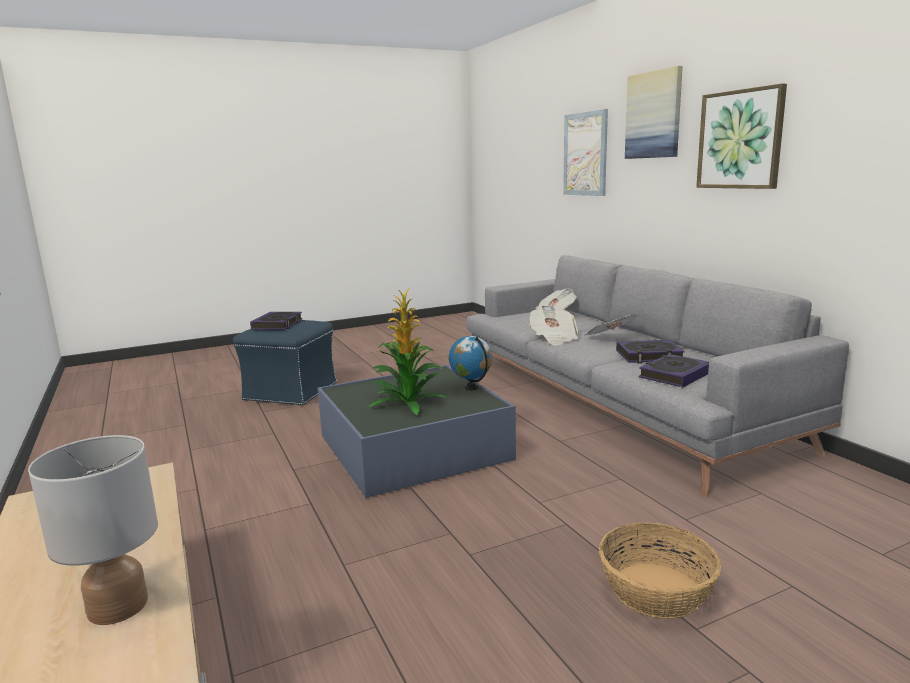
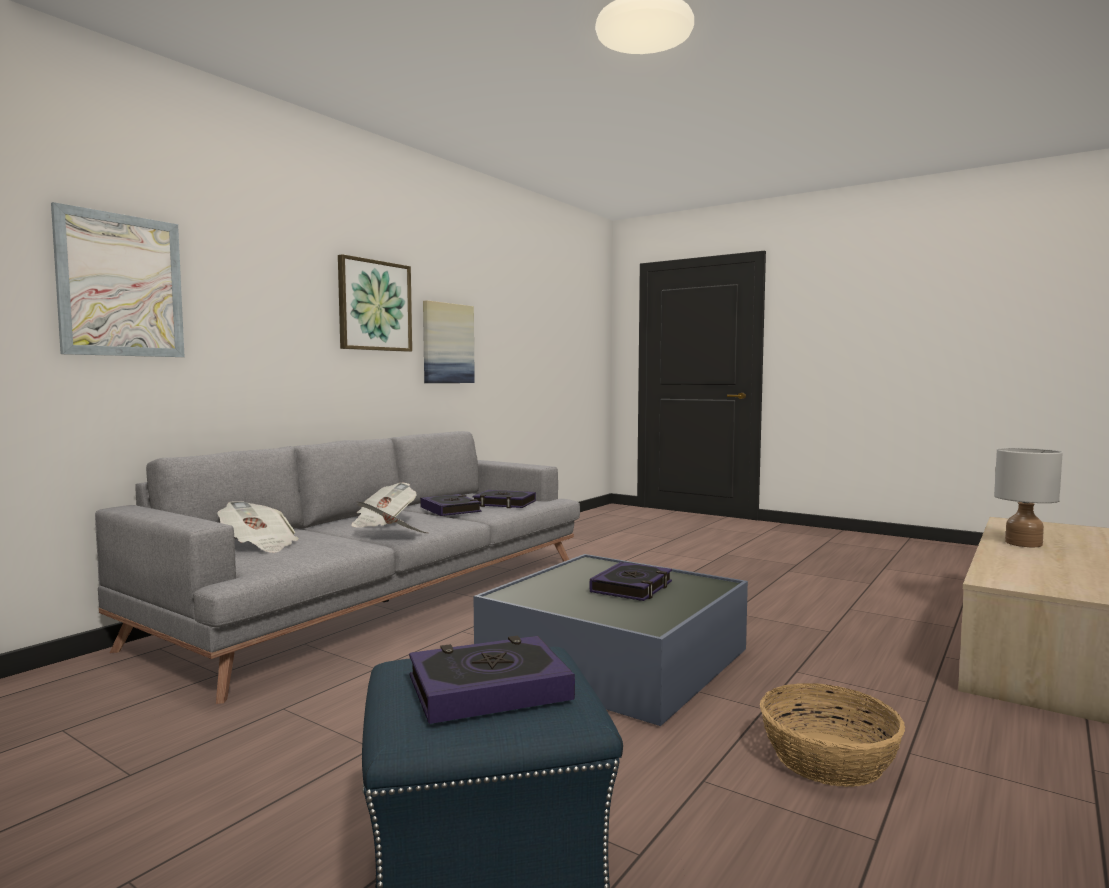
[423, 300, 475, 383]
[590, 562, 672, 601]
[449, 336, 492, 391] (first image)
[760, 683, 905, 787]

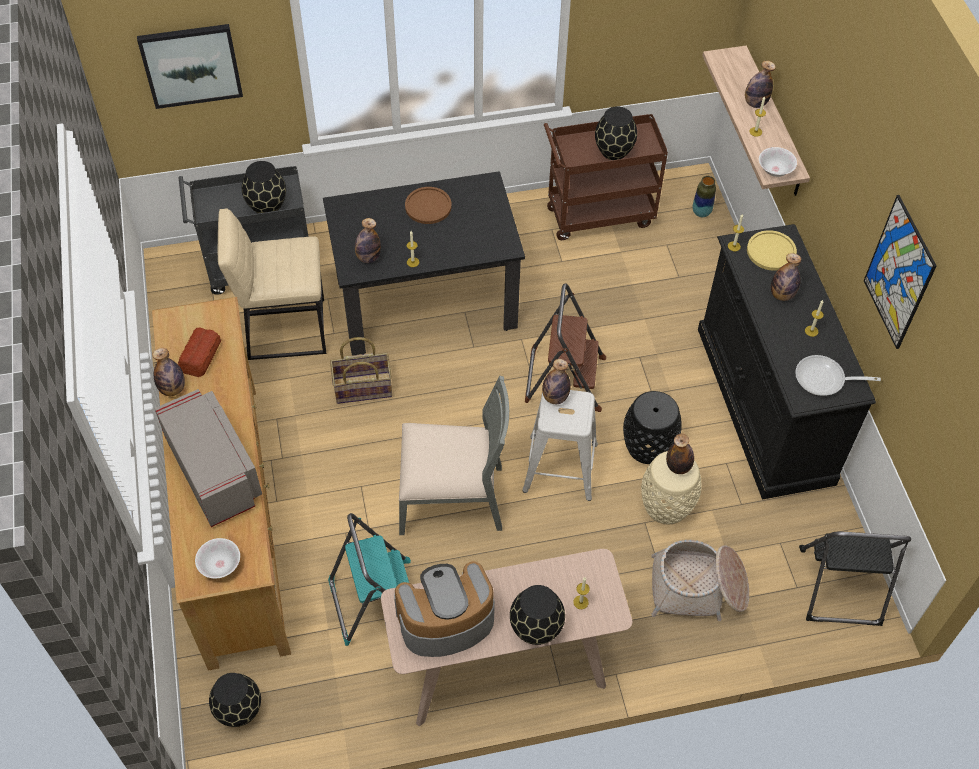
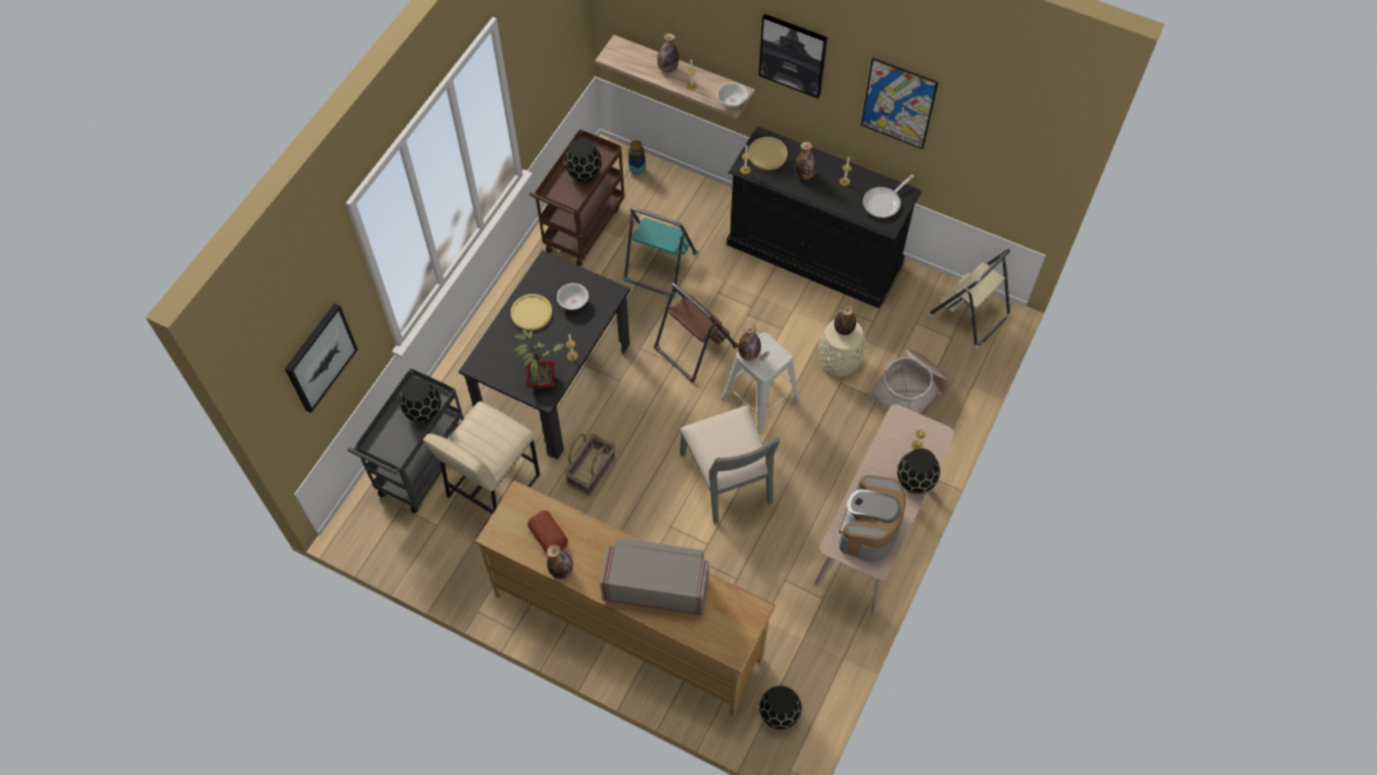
[511, 294, 552, 331]
[514, 329, 567, 388]
[680, 405, 780, 524]
[623, 391, 682, 464] (first image)
[624, 208, 698, 298]
[926, 249, 1011, 350]
[557, 283, 589, 310]
[759, 14, 827, 98]

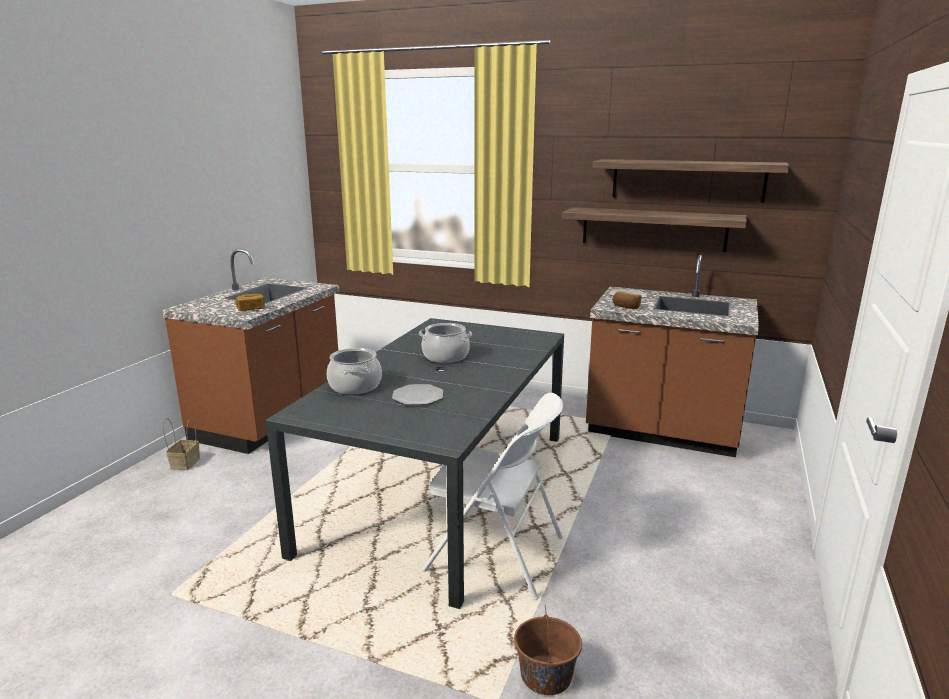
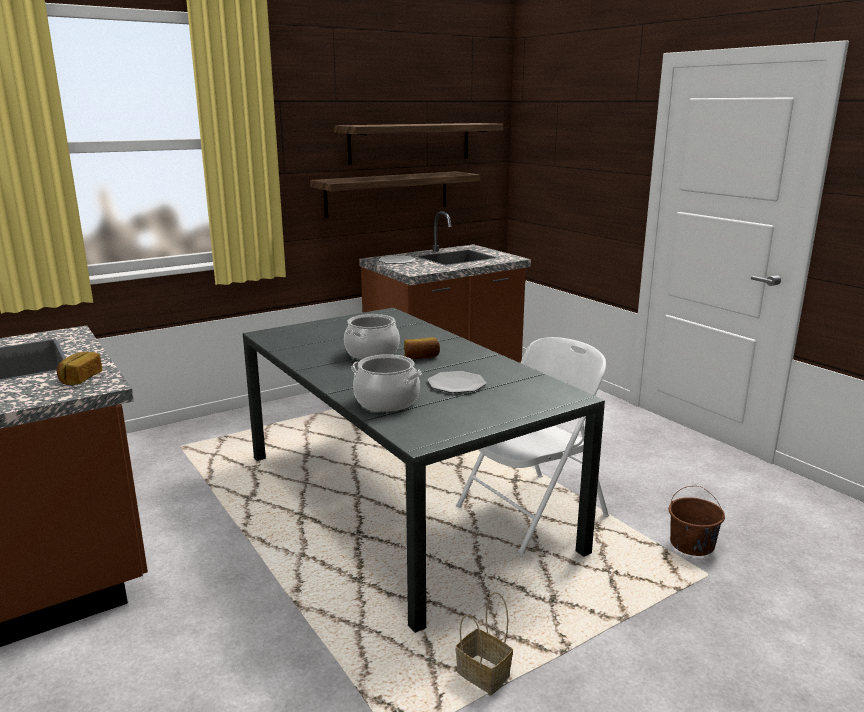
[404, 337, 440, 359]
[456, 592, 513, 695]

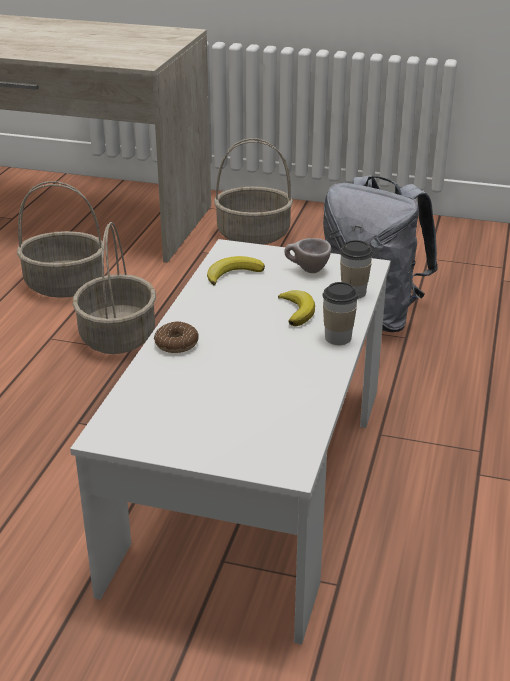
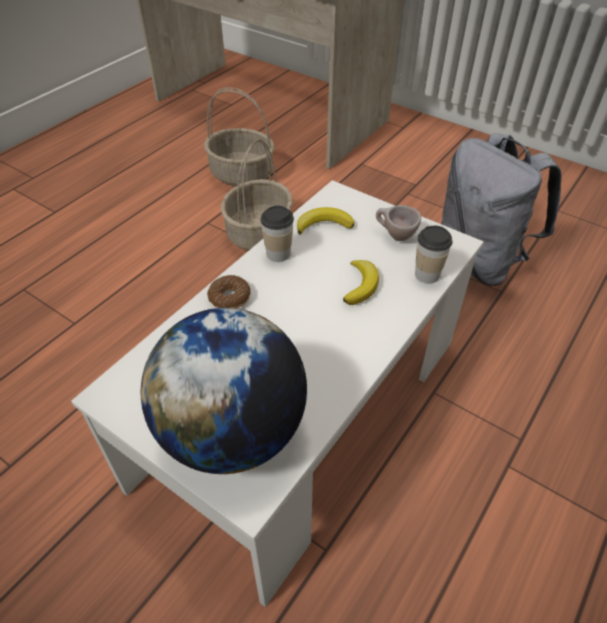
[214, 138, 293, 245] (first image)
[260, 206, 294, 262]
[141, 308, 307, 474]

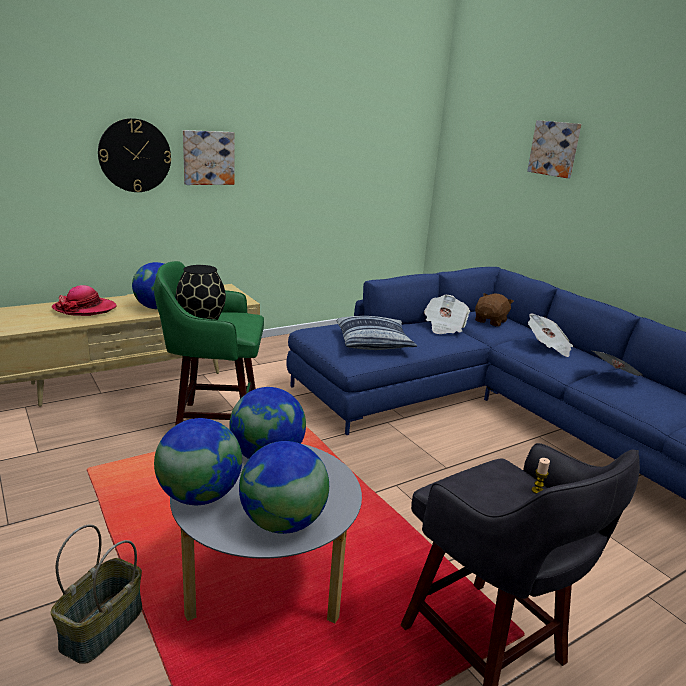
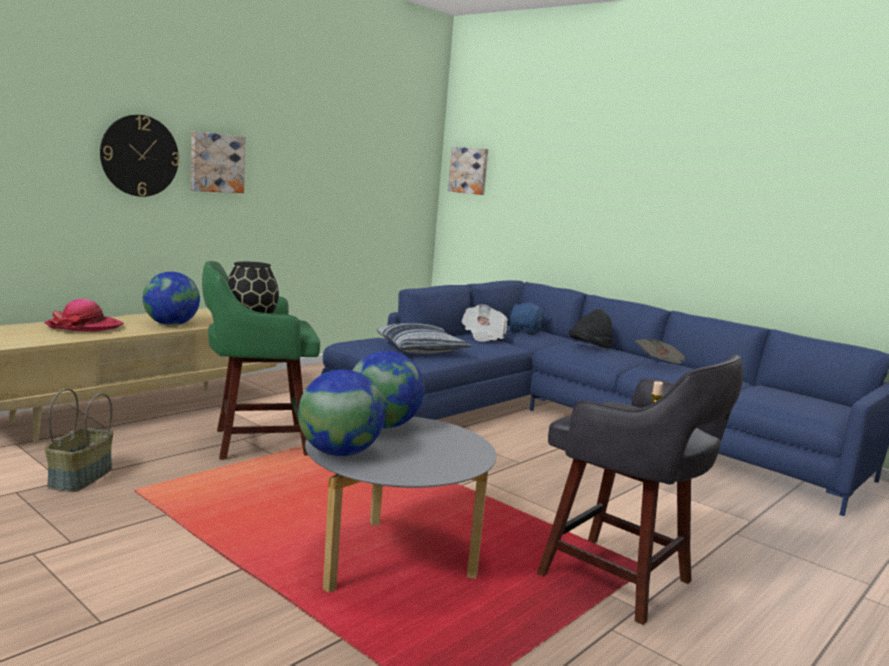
[448, 147, 488, 195]
[510, 303, 547, 335]
[569, 309, 613, 349]
[239, 441, 329, 534] (first image)
[45, 388, 113, 492]

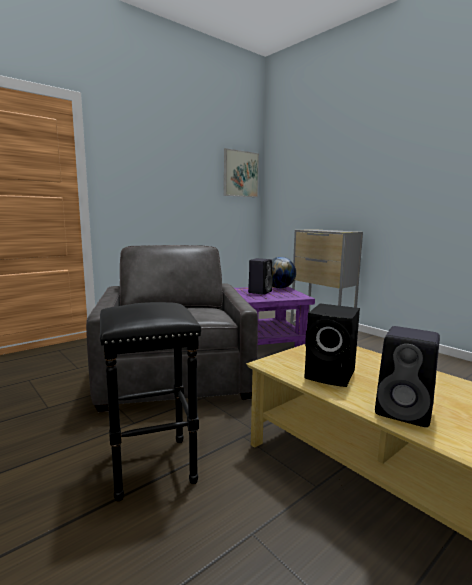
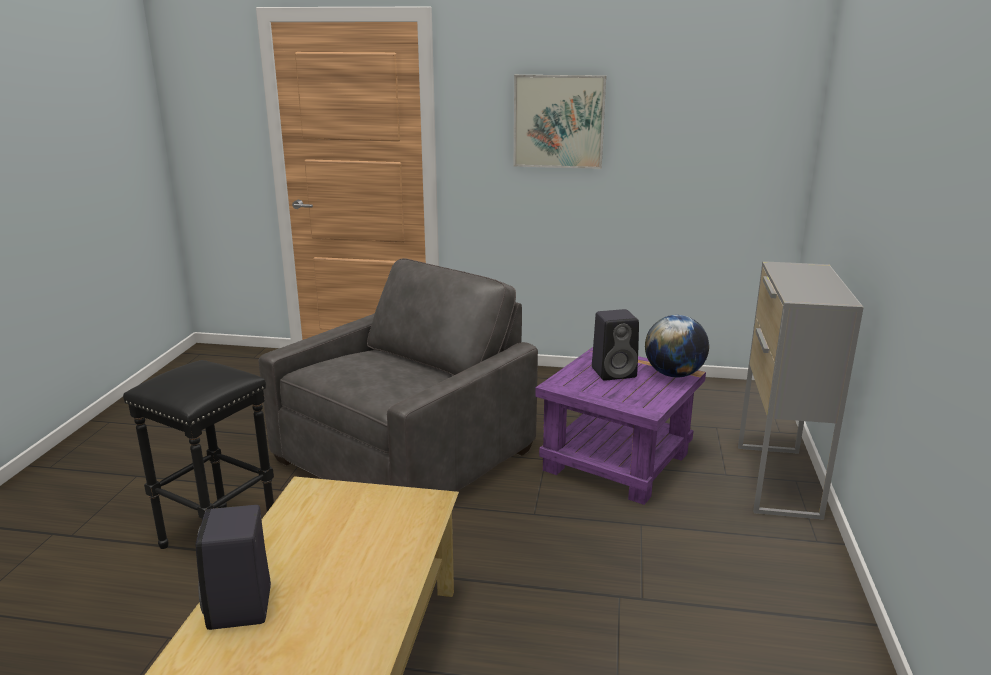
[514, 75, 606, 169]
[304, 303, 360, 387] (first image)

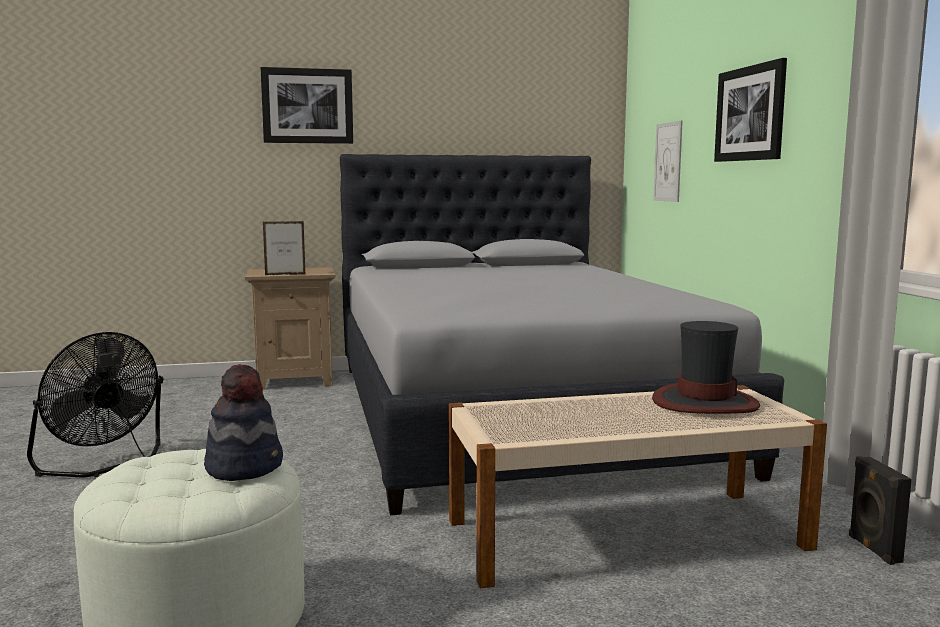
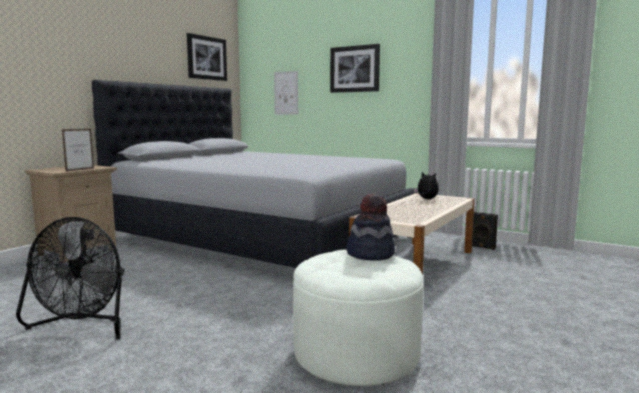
[187, 33, 227, 81]
[414, 172, 439, 199]
[16, 217, 125, 340]

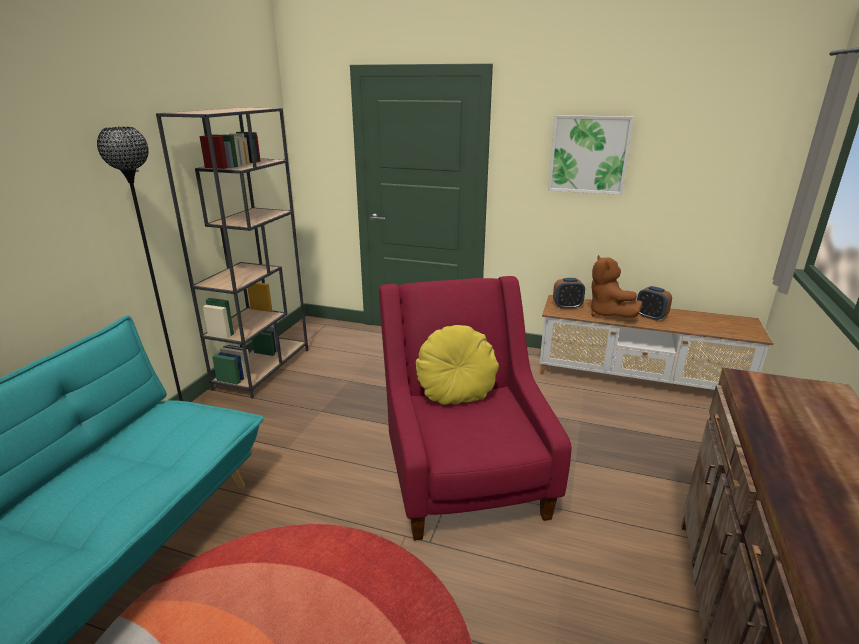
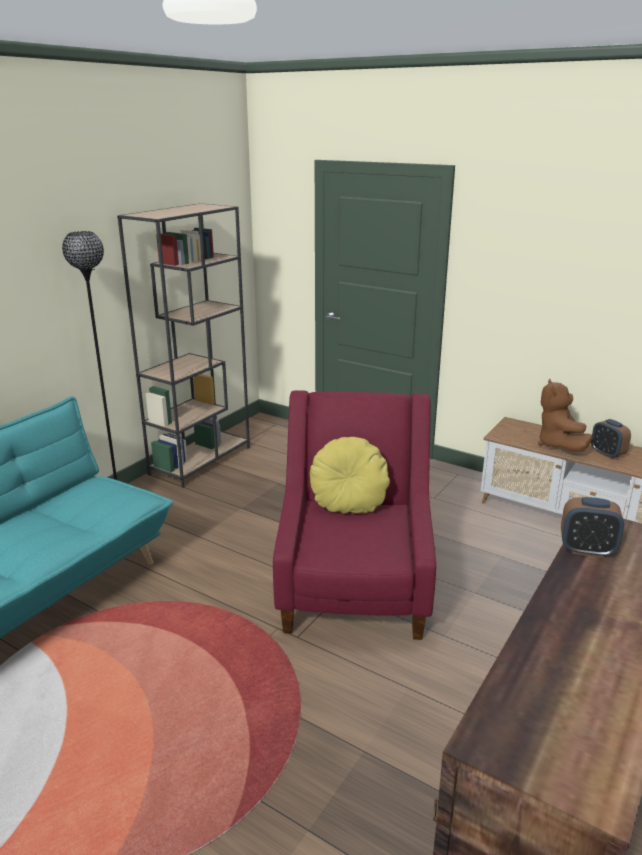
[548, 115, 634, 195] (first image)
[561, 497, 624, 558]

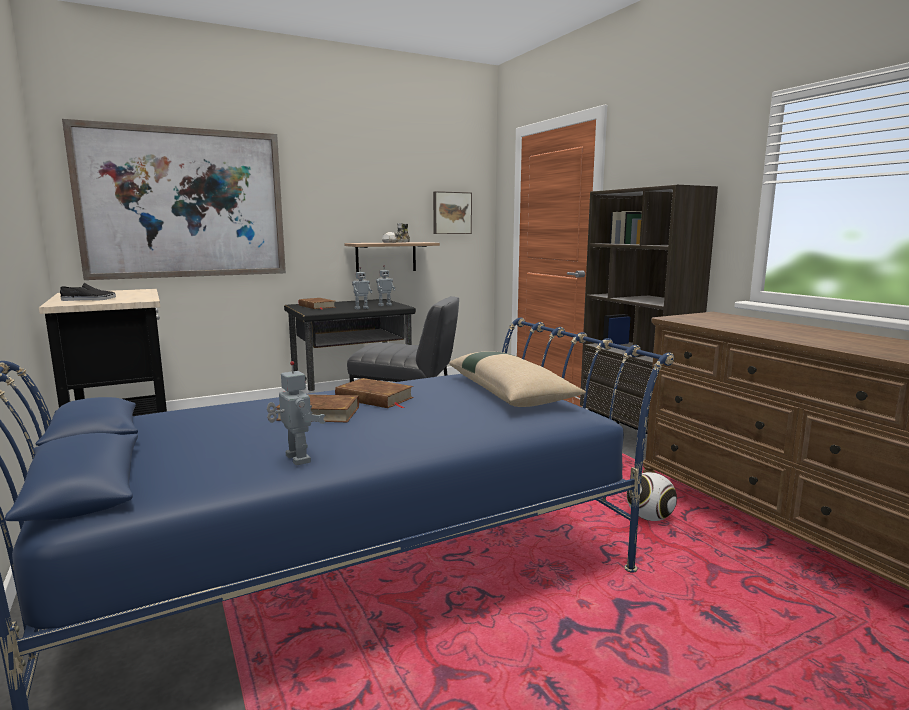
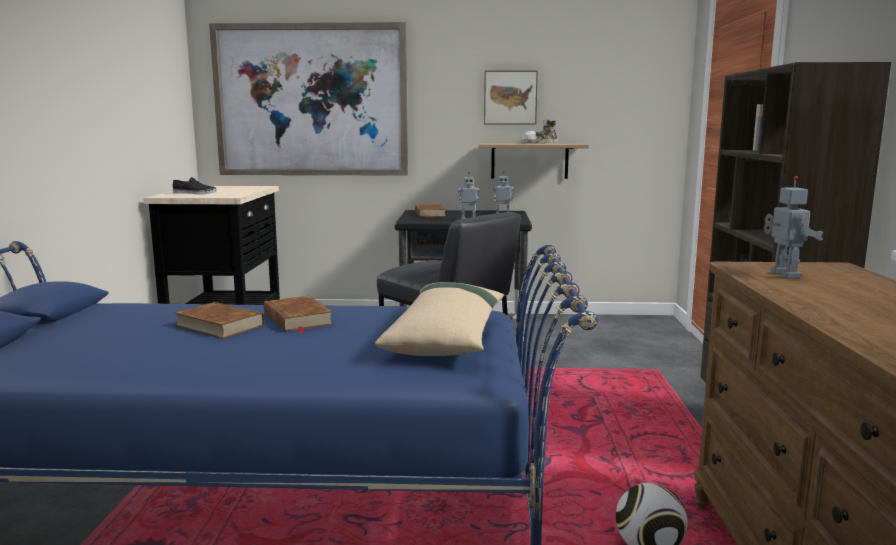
[484, 70, 538, 124]
[764, 176, 824, 279]

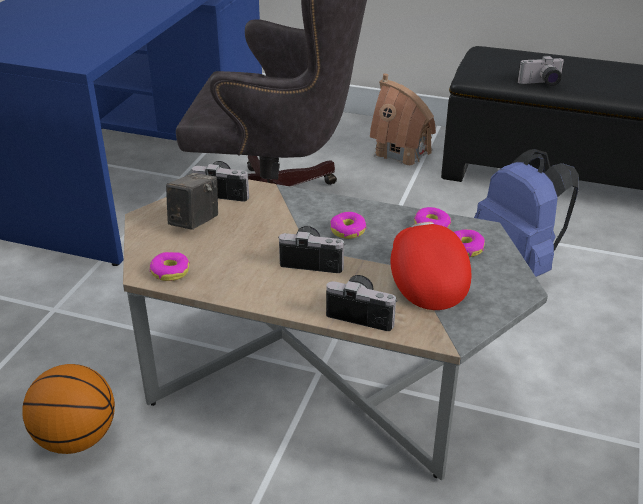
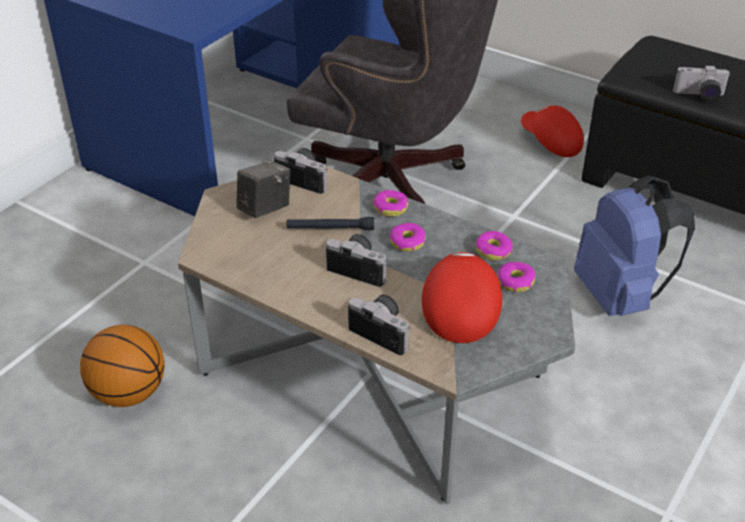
[521, 105, 584, 157]
[373, 190, 409, 217]
[286, 217, 374, 230]

